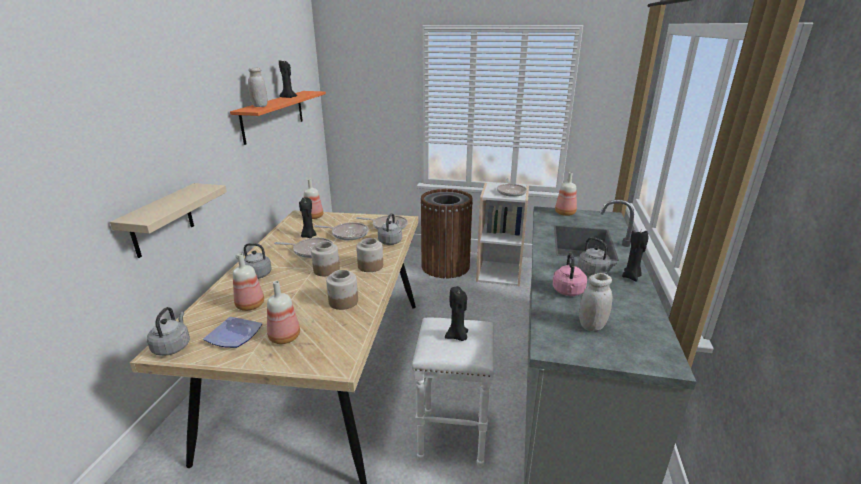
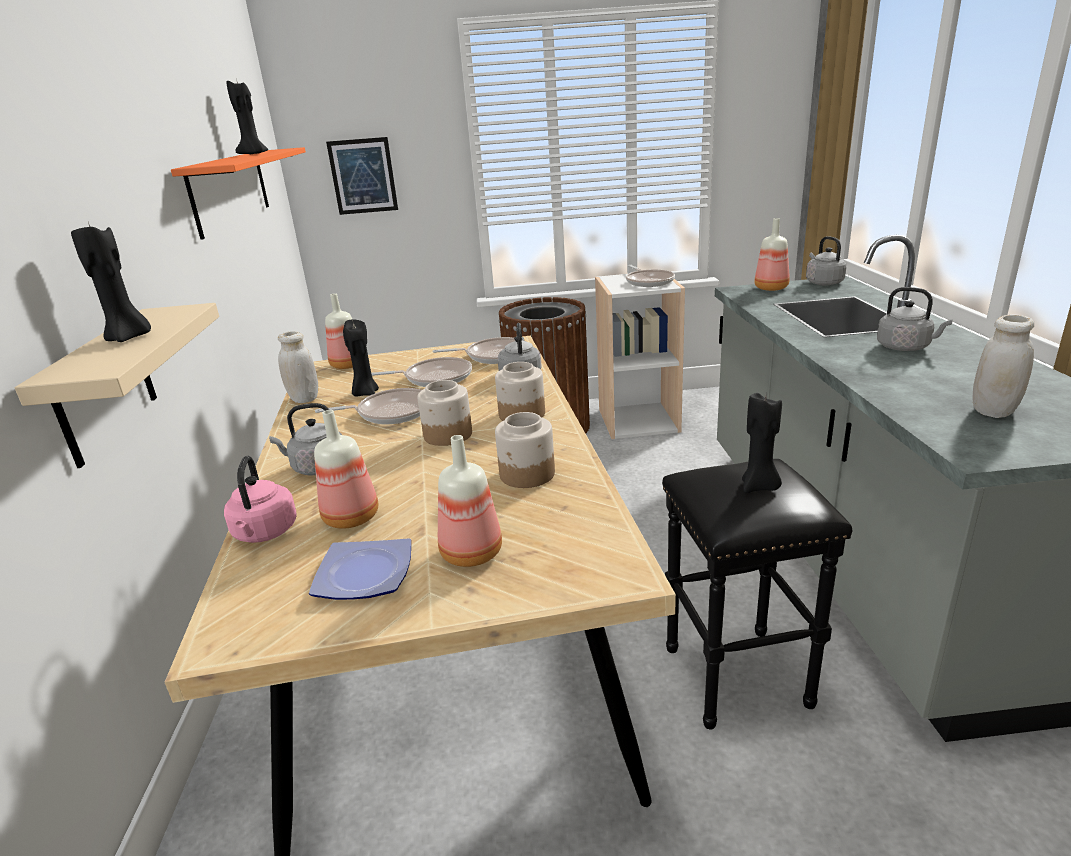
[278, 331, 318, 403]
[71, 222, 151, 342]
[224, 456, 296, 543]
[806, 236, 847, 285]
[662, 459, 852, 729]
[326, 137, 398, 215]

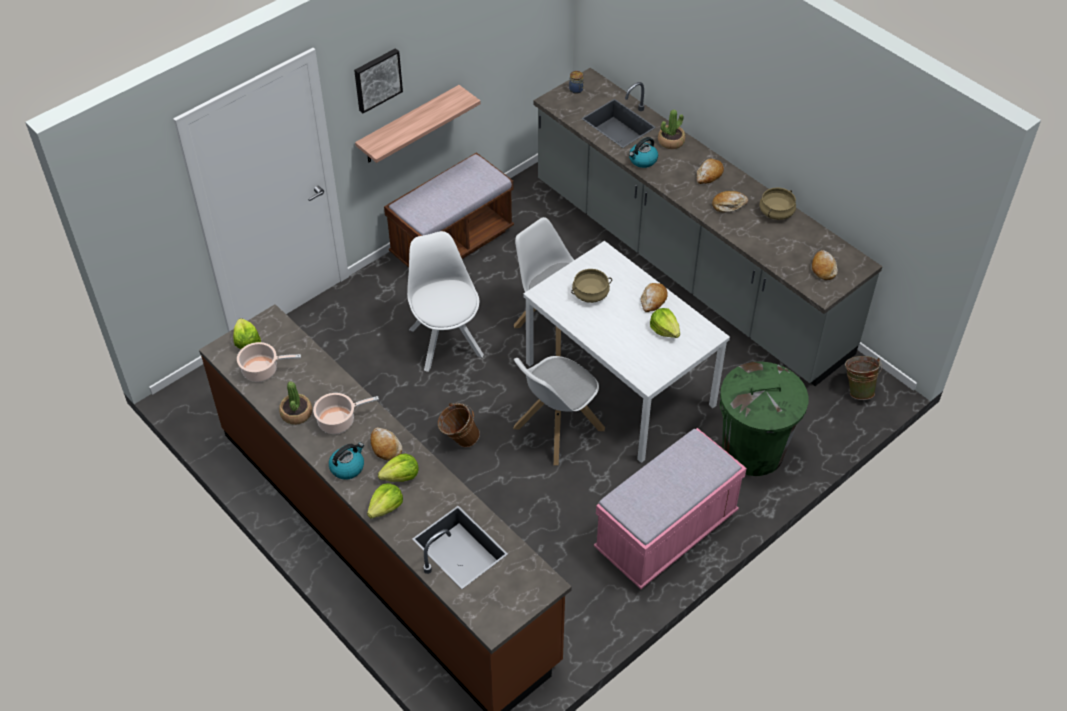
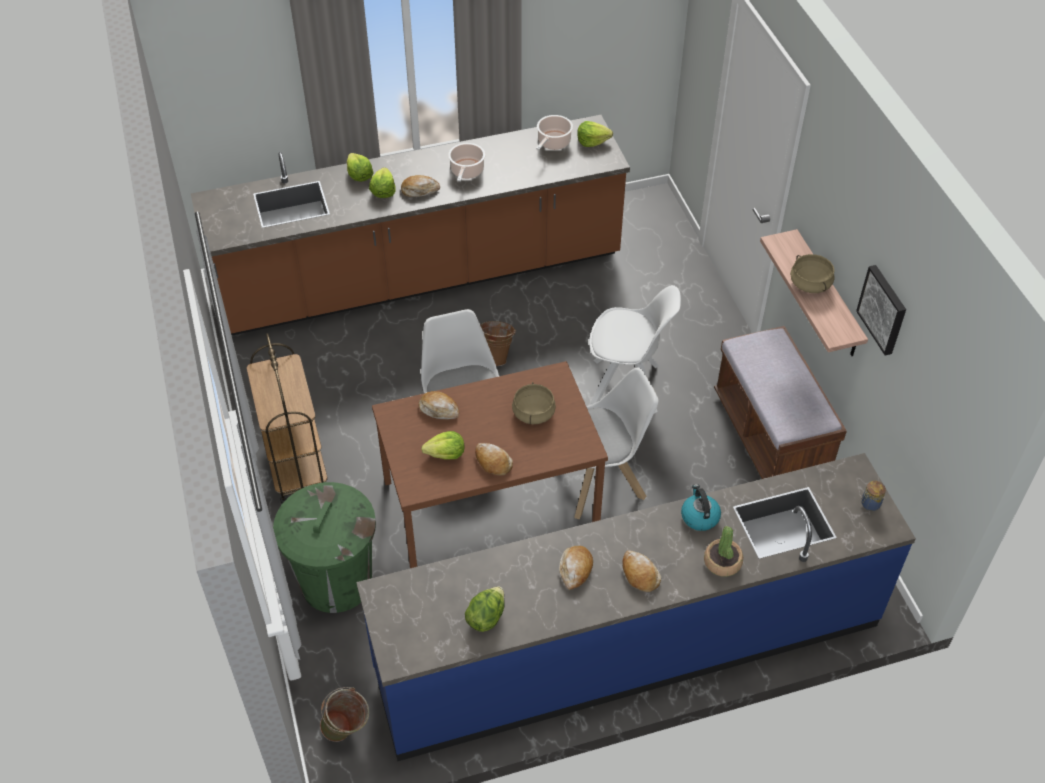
[856, 265, 906, 356]
[356, 453, 916, 761]
[790, 254, 835, 293]
[372, 361, 608, 568]
[419, 391, 459, 420]
[279, 381, 312, 425] (first image)
[247, 333, 328, 504]
[329, 442, 364, 480] (first image)
[465, 586, 505, 632]

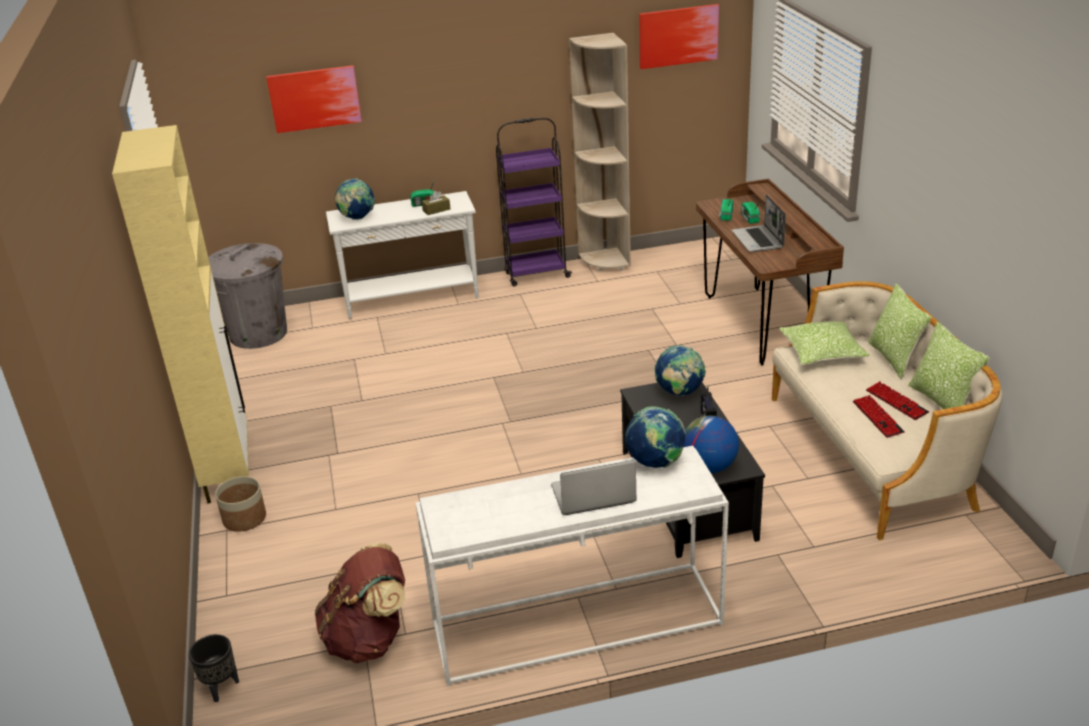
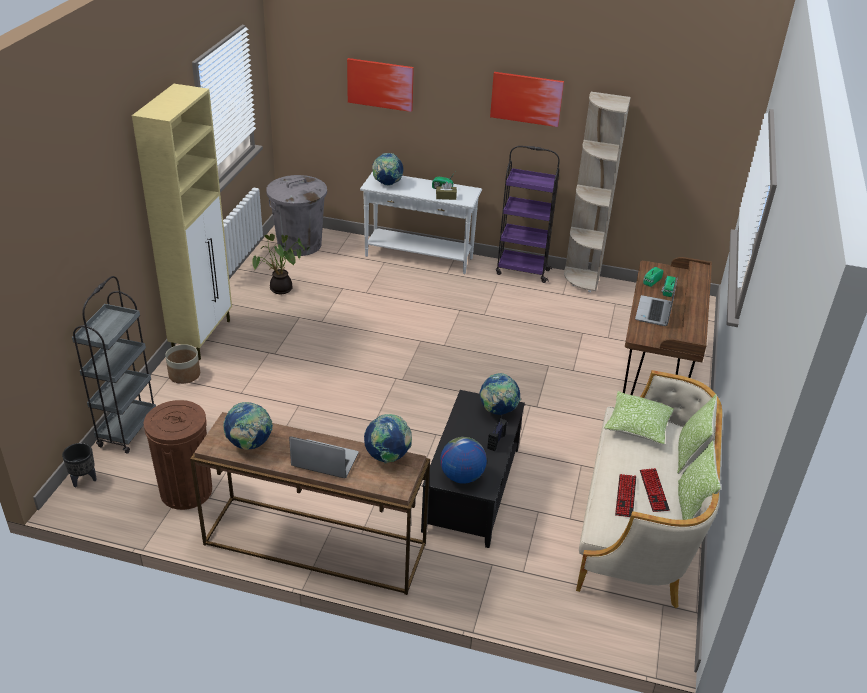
[490, 72, 564, 127]
[190, 412, 430, 595]
[144, 400, 212, 510]
[252, 234, 305, 294]
[72, 276, 156, 453]
[223, 402, 273, 450]

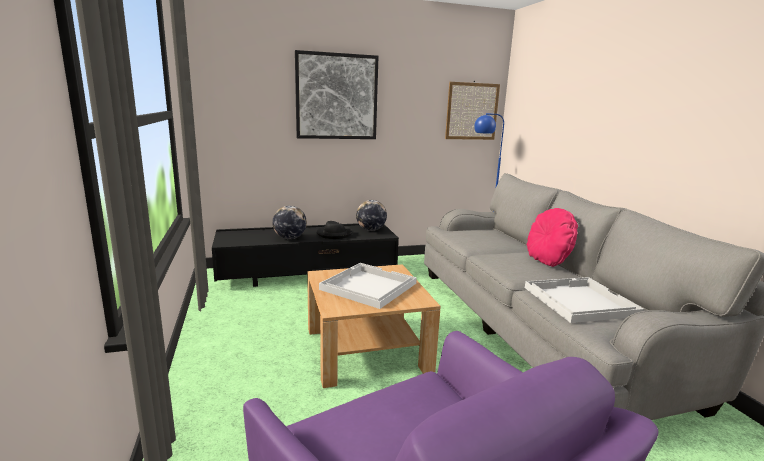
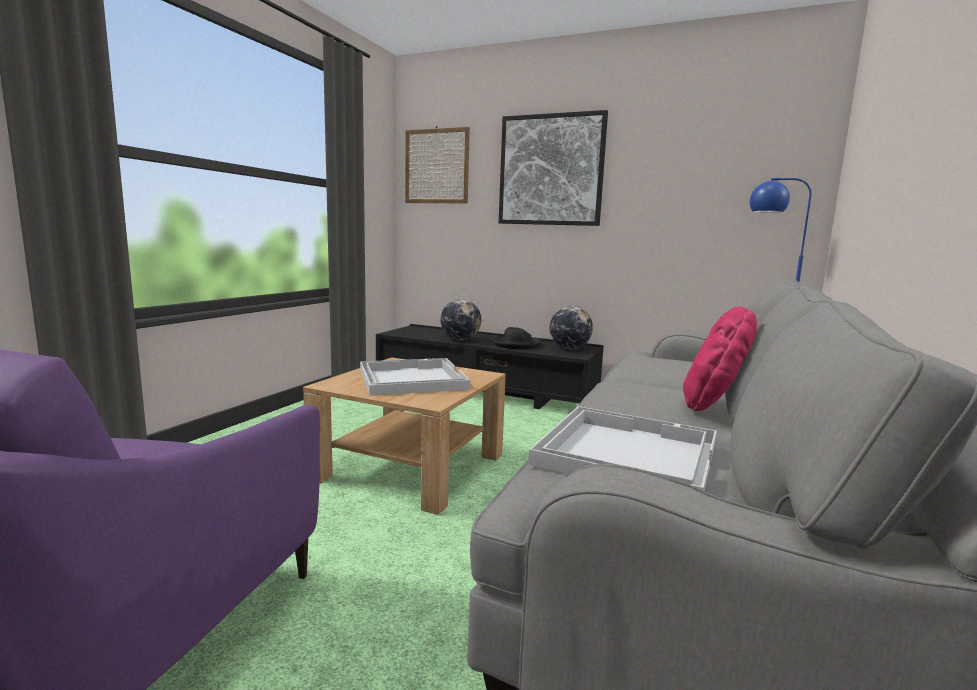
[405, 126, 470, 204]

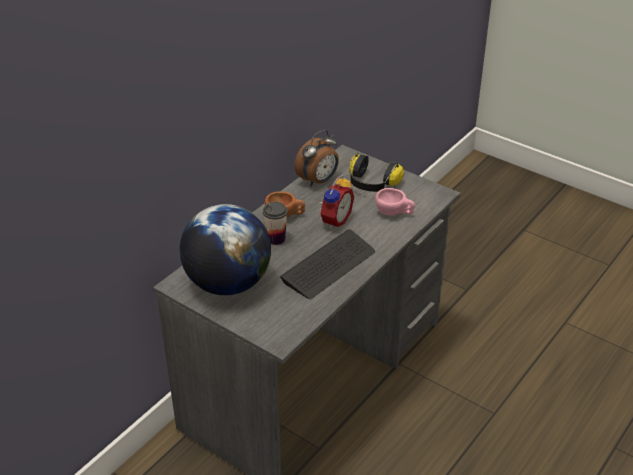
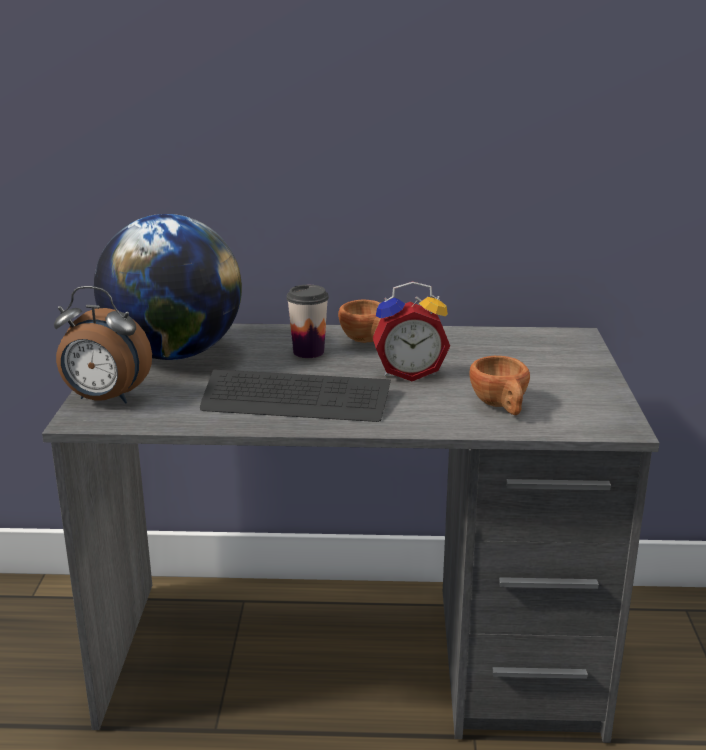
[54, 286, 152, 403]
[349, 153, 404, 192] (first image)
[469, 356, 530, 415]

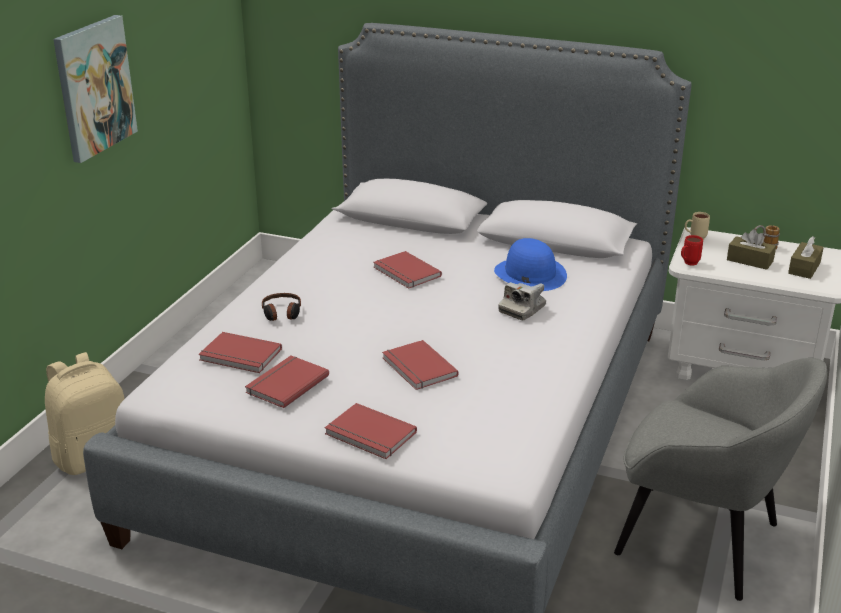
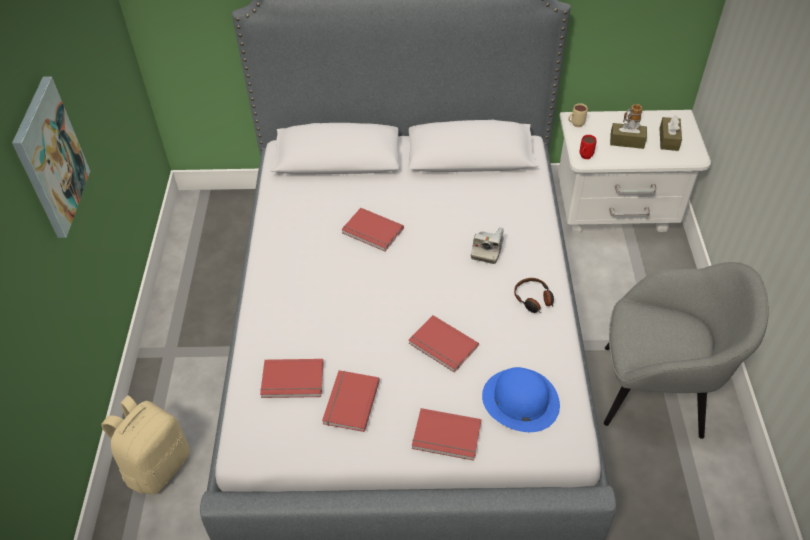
[482, 367, 560, 432]
[514, 278, 554, 313]

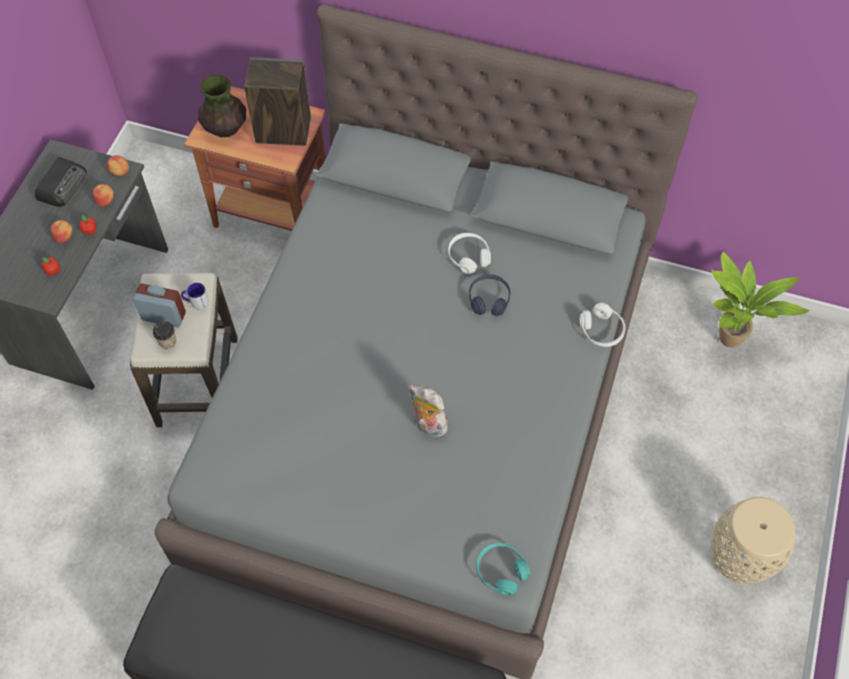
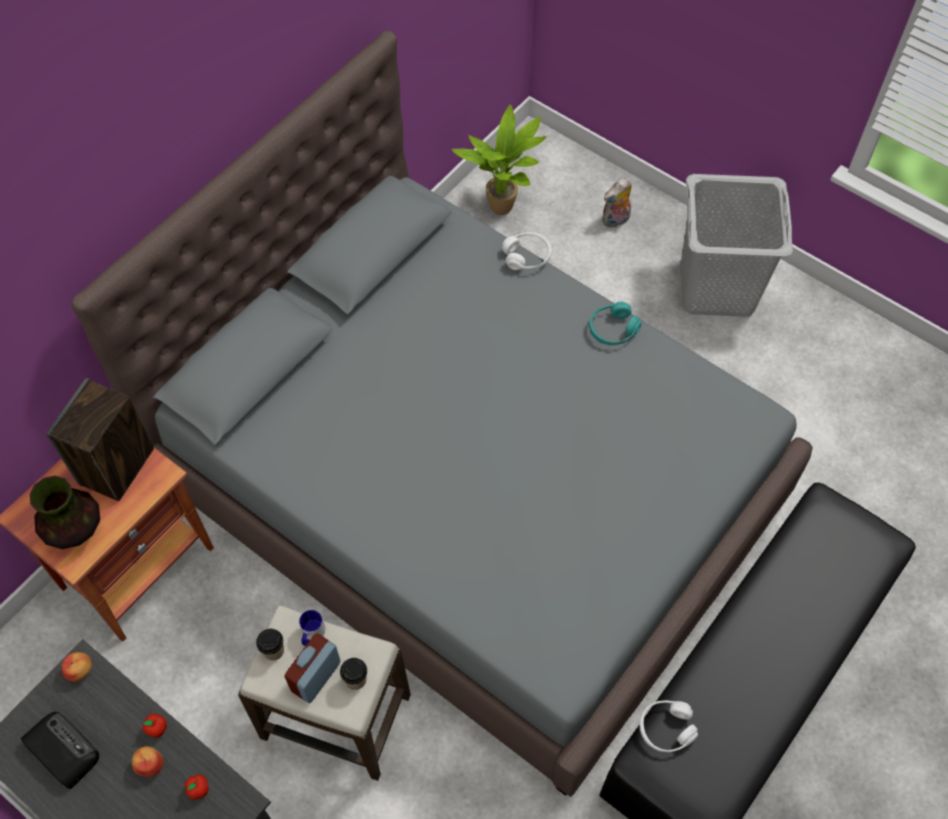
[93, 184, 114, 207] (first image)
[640, 701, 698, 753]
[469, 274, 511, 316] (first image)
[602, 177, 632, 229]
[681, 174, 793, 317]
[589, 302, 642, 345]
[256, 629, 284, 660]

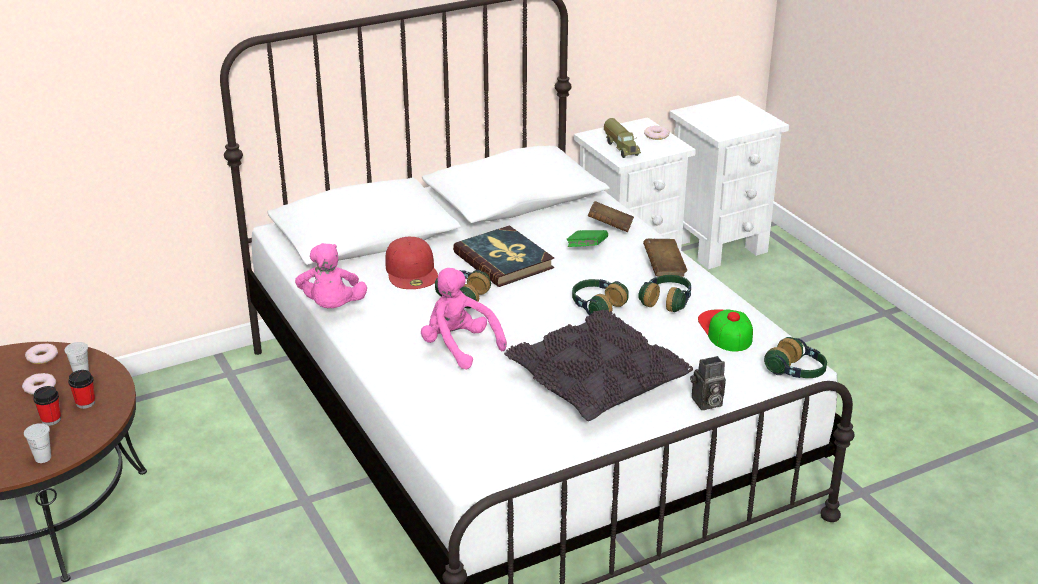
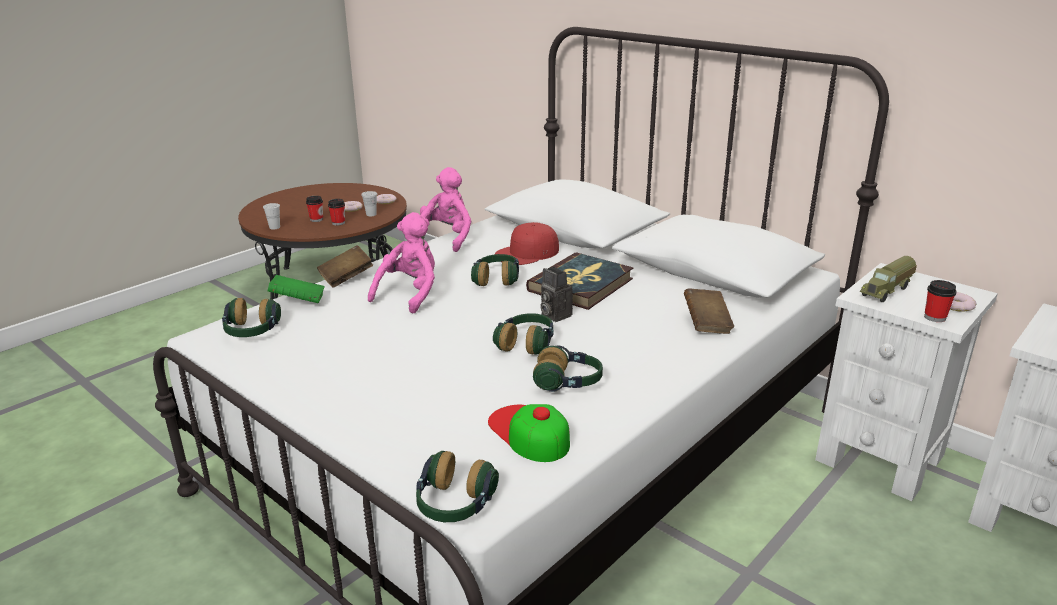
[268, 275, 325, 303]
[317, 245, 373, 288]
[420, 167, 471, 252]
[488, 404, 570, 462]
[504, 310, 693, 421] (first image)
[540, 267, 573, 322]
[924, 280, 957, 322]
[222, 298, 281, 337]

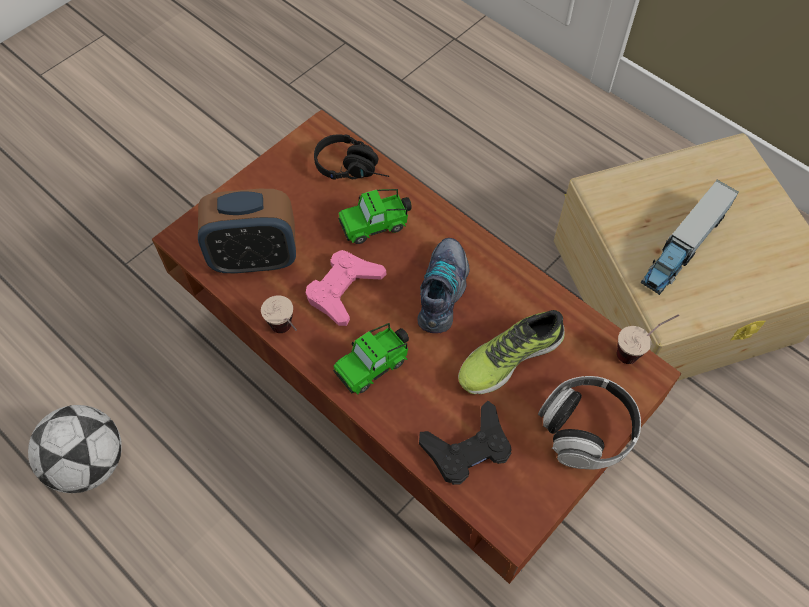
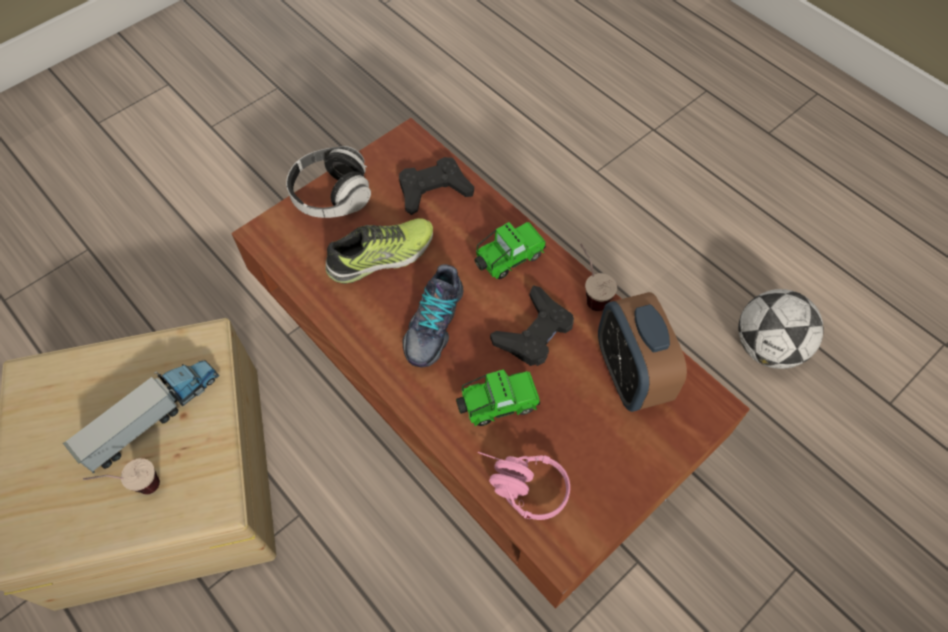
[478, 452, 570, 520]
[598, 292, 687, 412]
[490, 285, 574, 366]
[83, 458, 160, 495]

